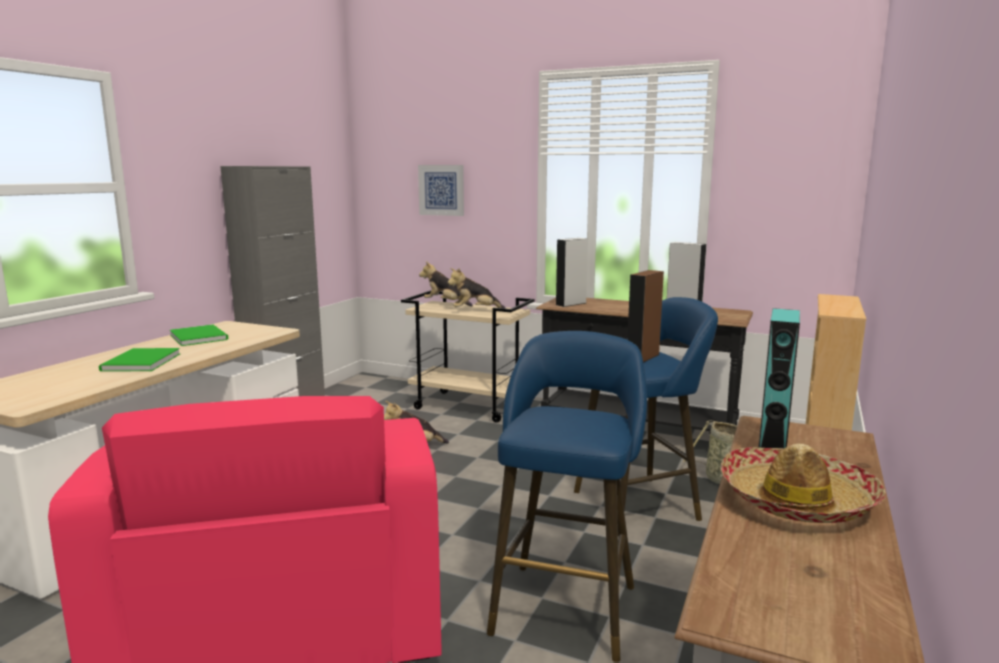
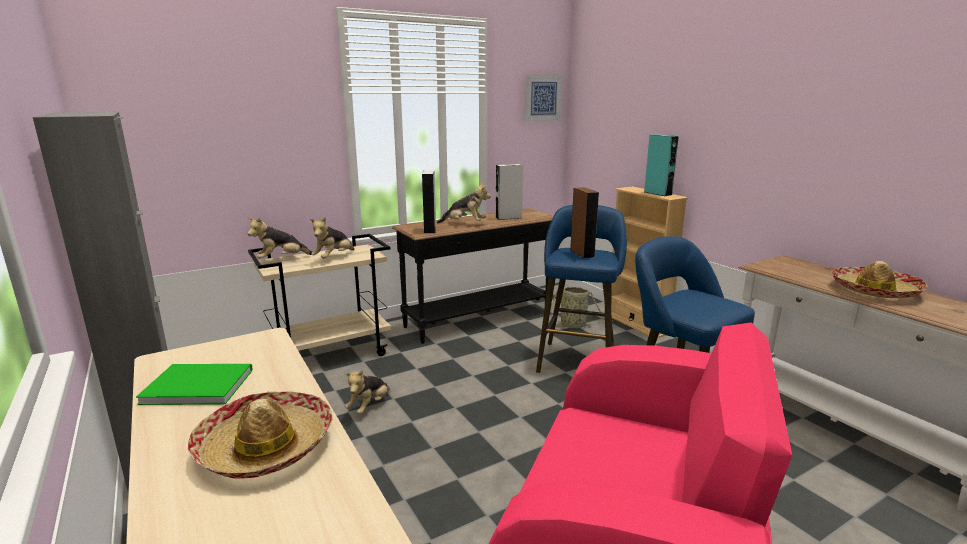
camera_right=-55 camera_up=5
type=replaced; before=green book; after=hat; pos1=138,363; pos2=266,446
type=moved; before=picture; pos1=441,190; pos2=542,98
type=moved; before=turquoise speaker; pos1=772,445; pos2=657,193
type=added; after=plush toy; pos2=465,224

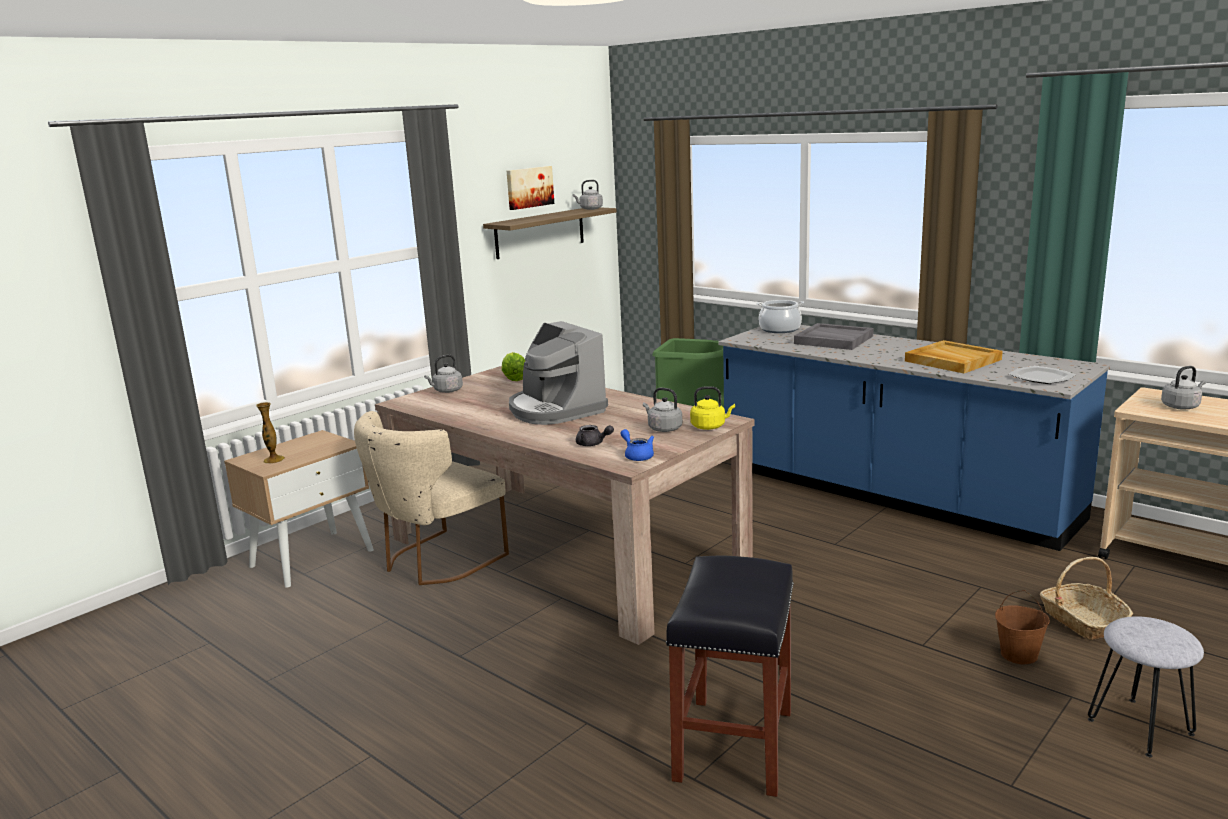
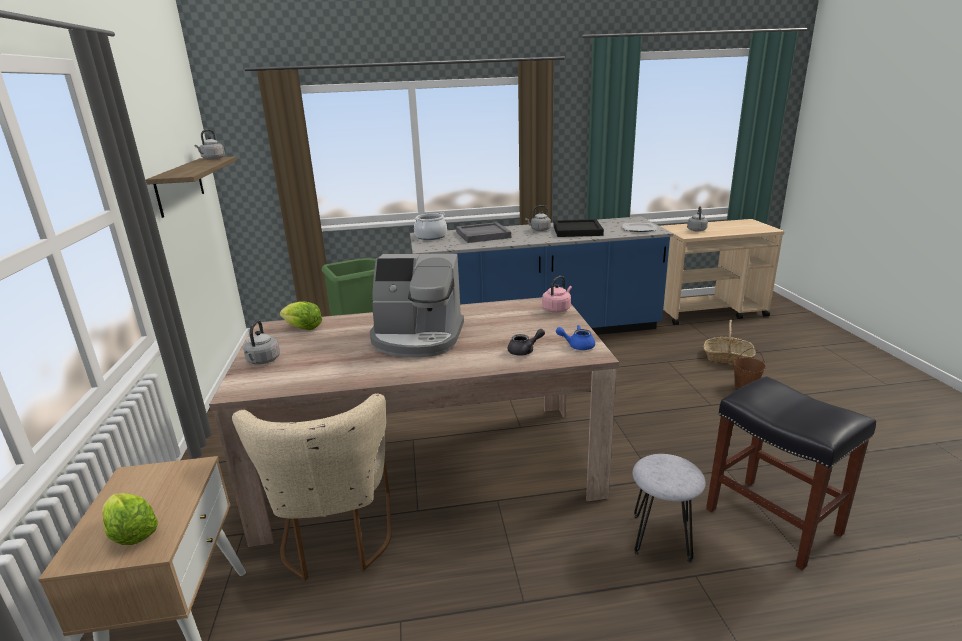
camera_right=-50 camera_up=5
type=replaced; before=vase; after=lettuce; pos1=274,459; pos2=132,533
type=removed; before=picture; pos1=529,187
type=moved; before=grey kettle; pos1=663,429; pos2=539,230
type=recoloured; before=yellow kettle; after=pink kettle; pos1=710,427; pos2=557,309
type=recoloured; before=beige tray; after=black tray; pos1=951,360; pos2=577,231
type=moved; before=grey stool; pos1=1141,727; pos2=662,538

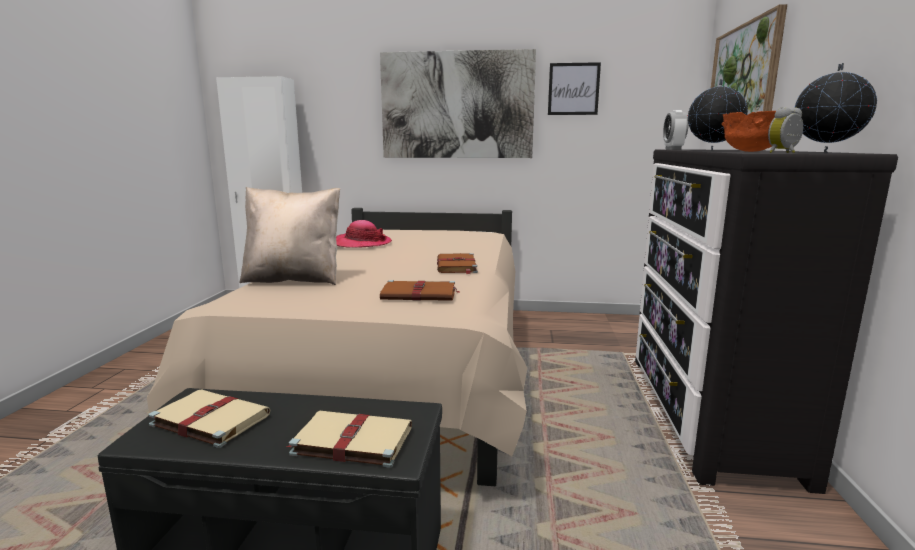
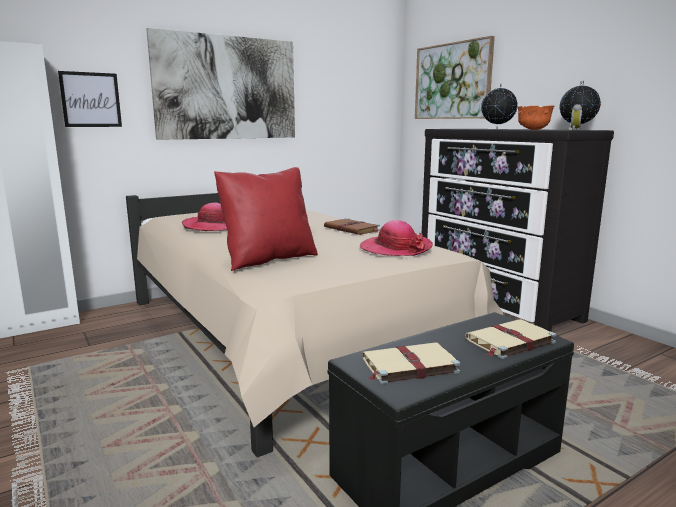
camera_right=-40 camera_up=0
type=recoloured; before=beige pillow; after=red pillow; pos1=294,279; pos2=268,259
type=replaced; before=brown book; after=hat; pos1=420,294; pos2=395,249
type=moved; before=picture; pos1=573,89; pos2=91,100
type=removed; before=alarm clock; pos1=673,149

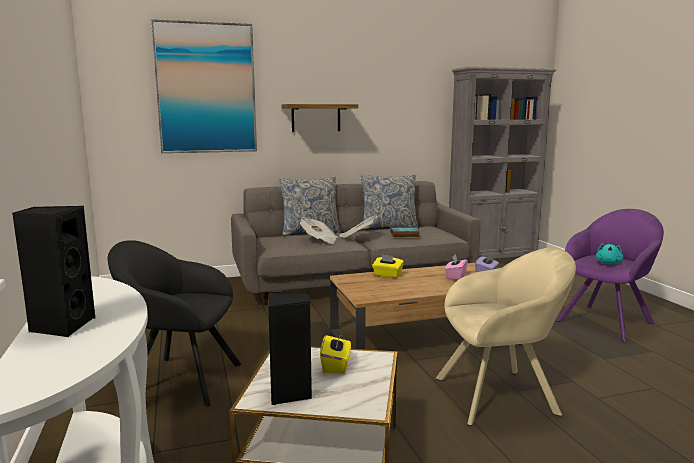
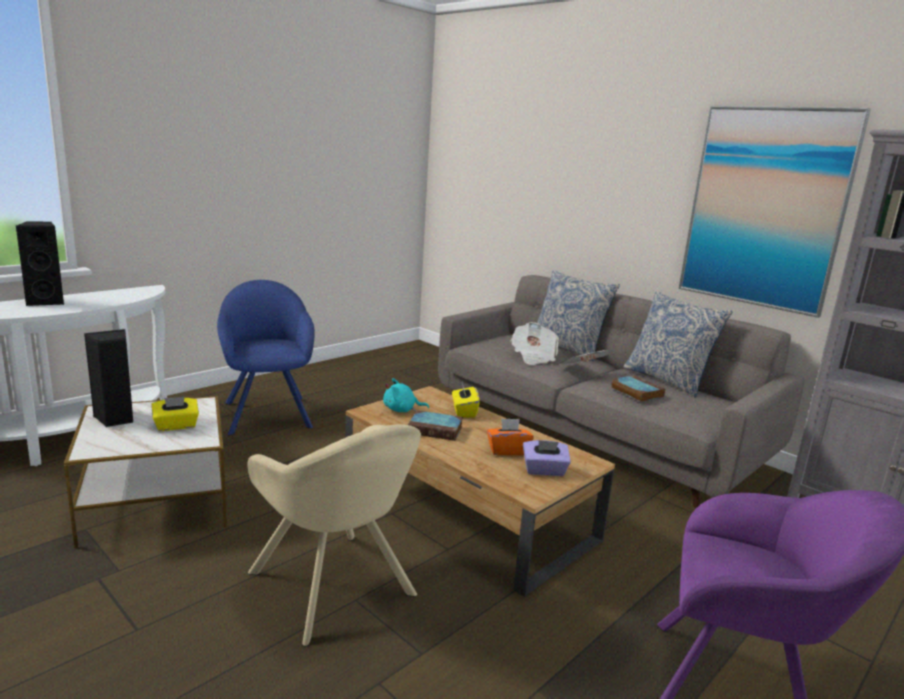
camera_right=60 camera_up=5
type=recoloured; before=black armchair; after=blue armchair; pos1=178,379; pos2=267,412
type=moved; before=picture; pos1=206,88; pos2=765,208
type=removed; before=shelf; pos1=316,118
type=recoloured; before=pink tissue box; after=orange tissue box; pos1=455,277; pos2=508,450
type=moved; before=turquoise plush toy; pos1=608,263; pos2=402,410
type=added; after=book; pos2=436,430

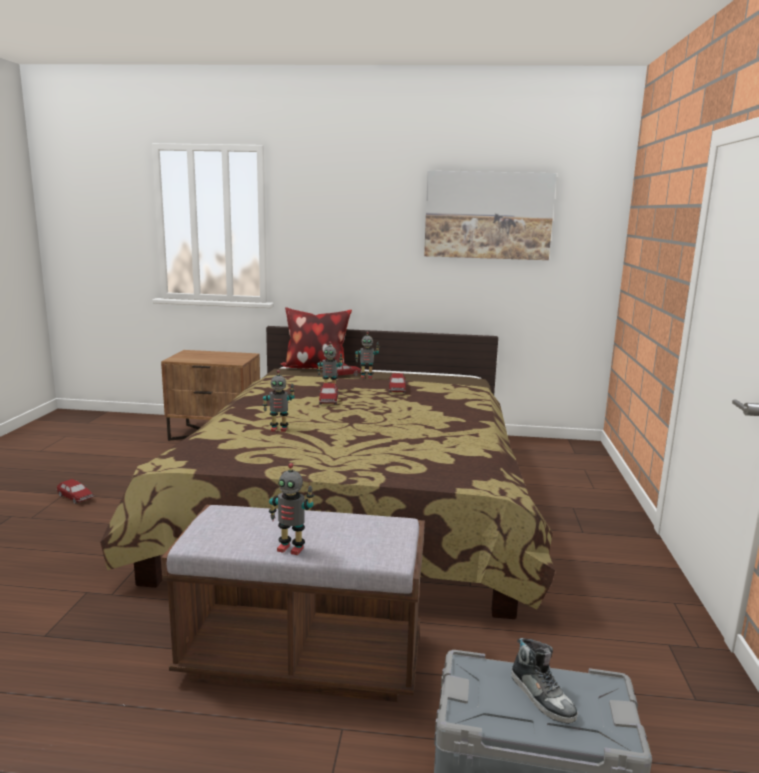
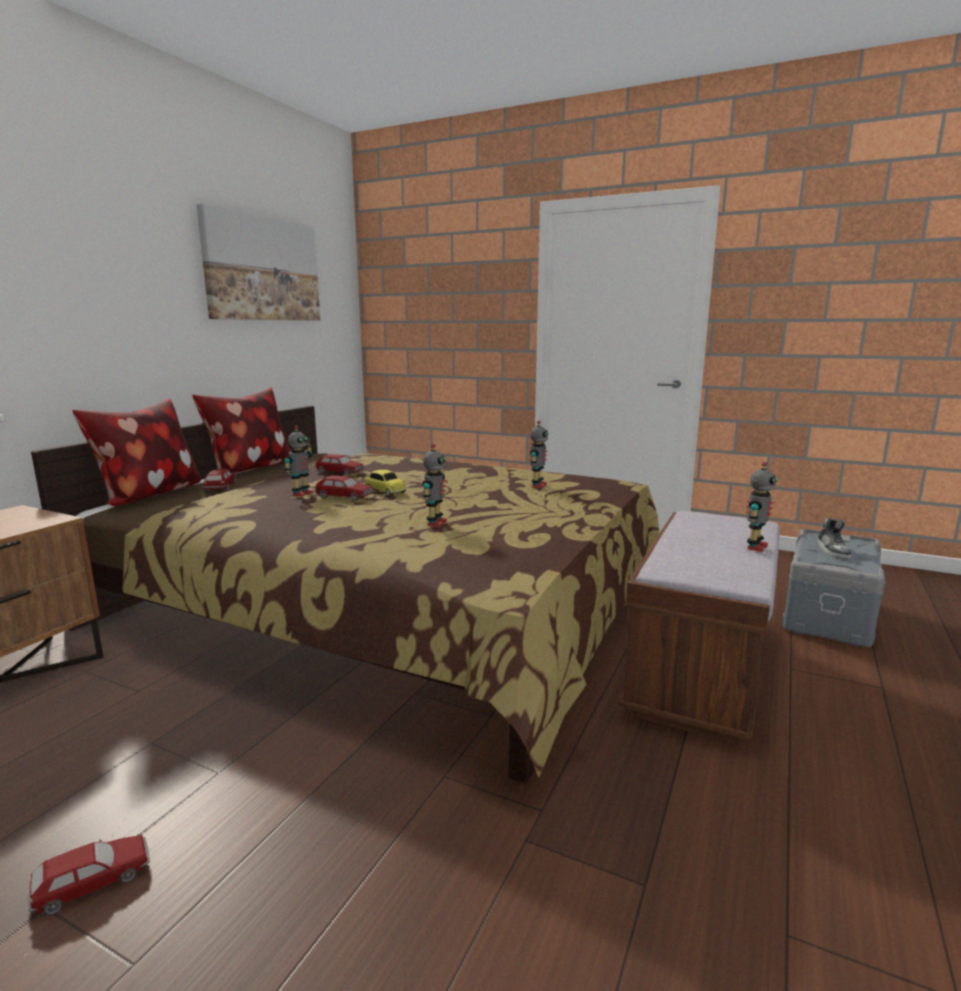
camera_right=-70 camera_up=0
type=moved; before=toy robot; pos1=366,377; pos2=537,485
type=turned; before=shoe; pos1=542,696; pos2=833,550; turn=105
type=added; after=pillow; pos2=249,469
type=added; after=toy car; pos2=385,491

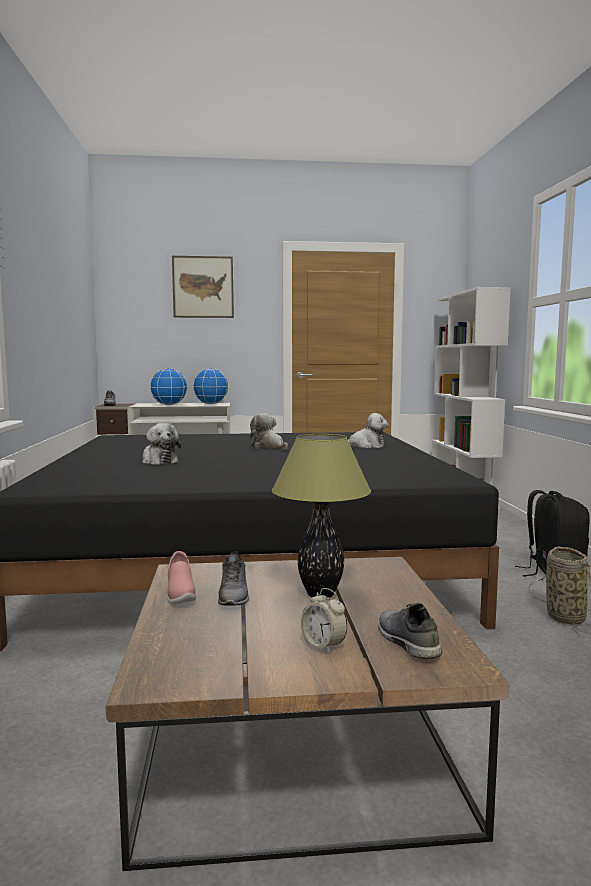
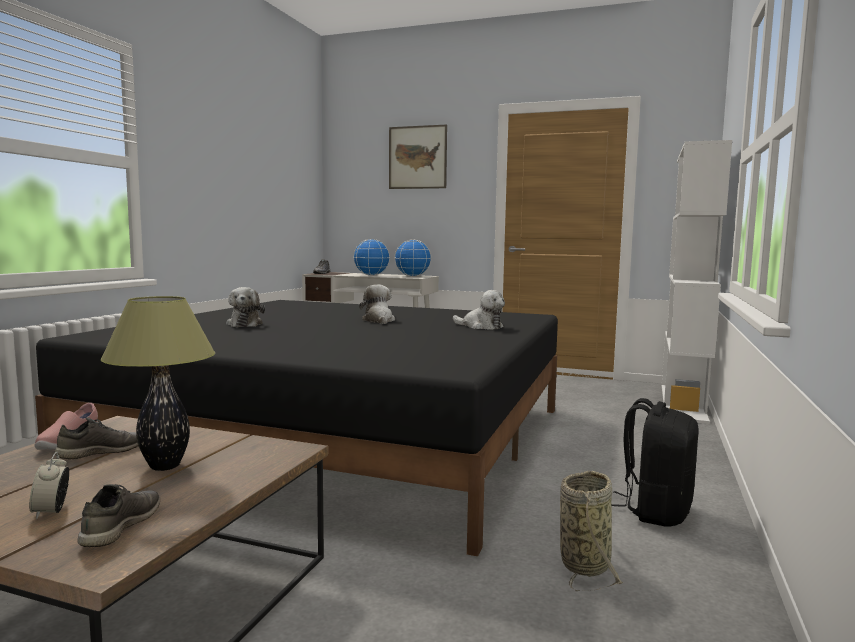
camera_right=25 camera_up=0
type=turned; before=grey shoe; pos1=234,595; pos2=102,451; turn=-150

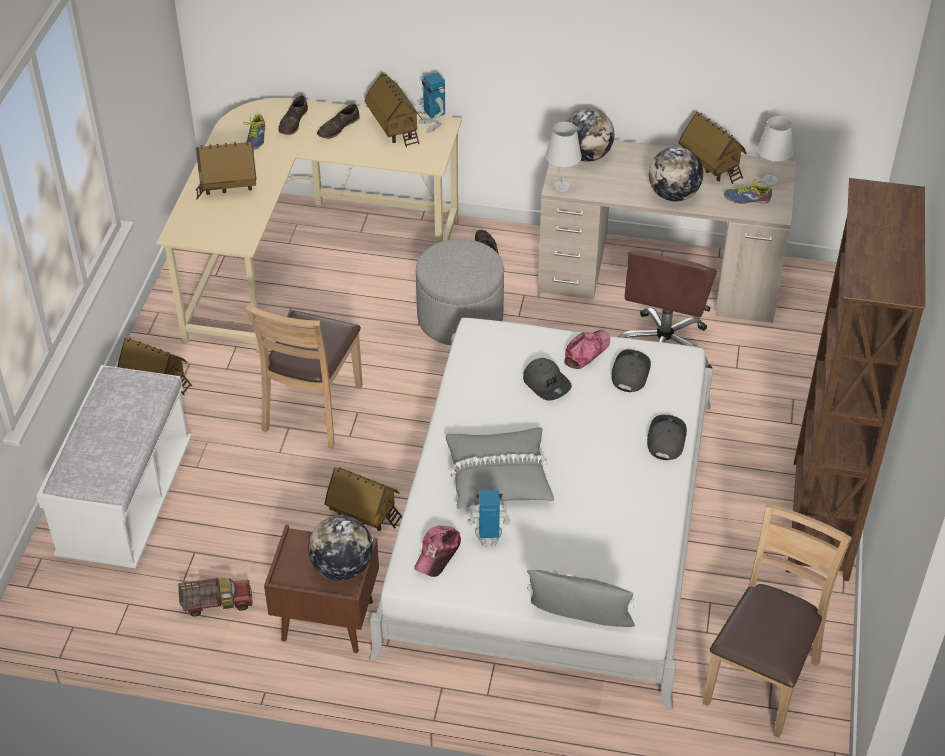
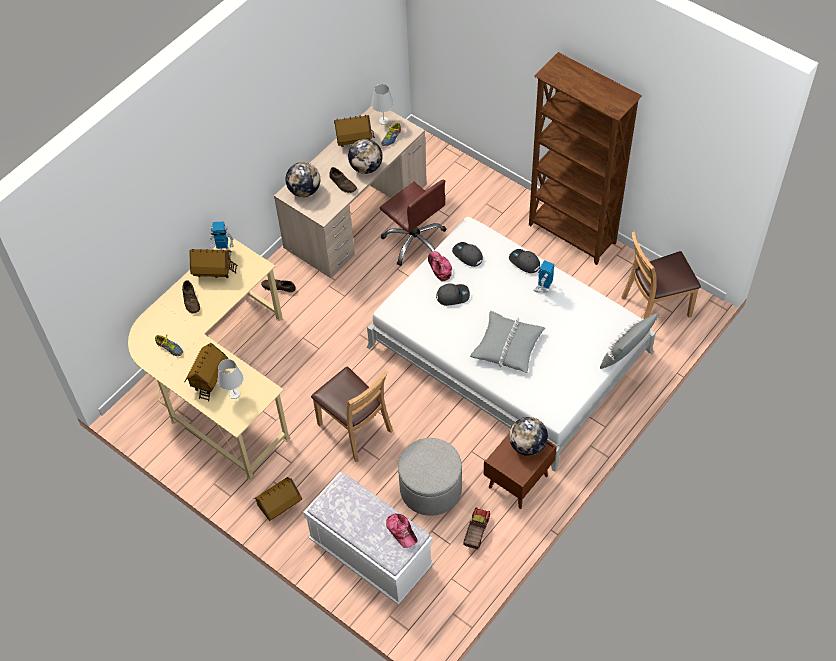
camera_right=-60 camera_up=10
type=moved; before=brown shoe; pos1=293,122; pos2=343,183
type=removed; before=toy house; pos1=364,515
type=moved; before=cap; pos1=438,554; pos2=401,531
type=moved; before=grey ottoman; pos1=460,318; pos2=430,488
type=moved; before=toy robot; pos1=488,538; pos2=543,288
type=moved; before=white table lamp; pos1=561,186; pos2=234,394
type=turned; before=brown chair; pos1=761,680; pos2=655,308; turn=-75

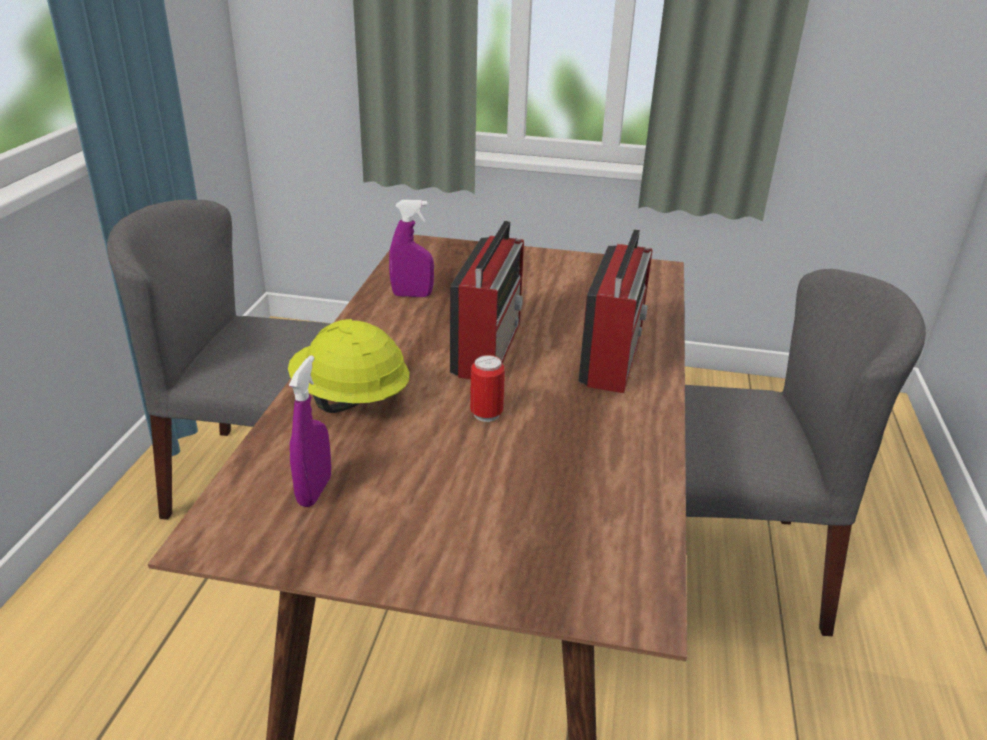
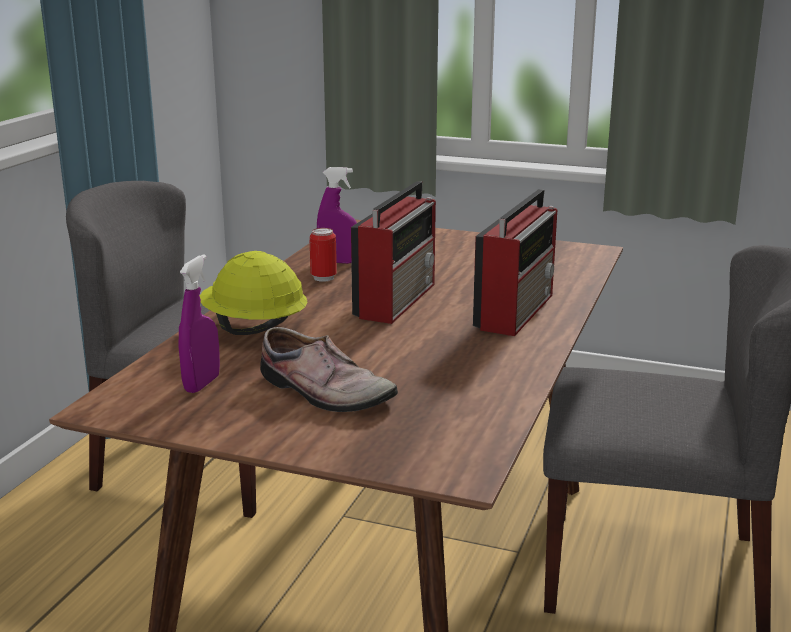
camera_right=10 camera_up=-10
type=moved; before=can; pos1=486,414; pos2=323,278
type=added; after=shoe; pos2=322,393

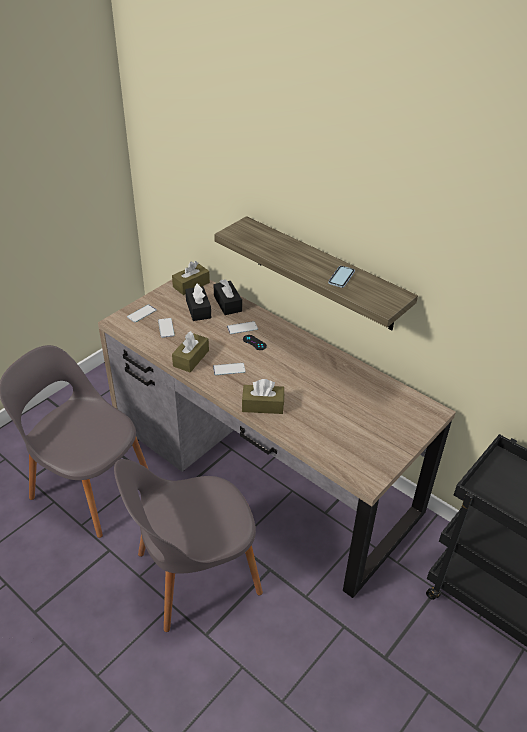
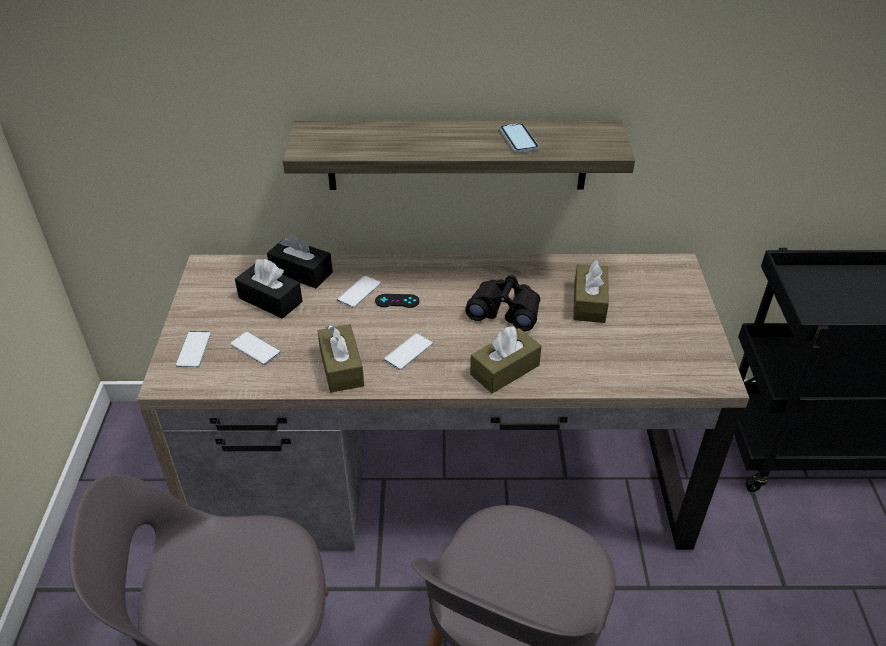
camera_right=-40 camera_up=0
type=moved; before=brown tissue box; pos1=191,285; pos2=589,302
type=added; after=black binoculars; pos2=505,310

